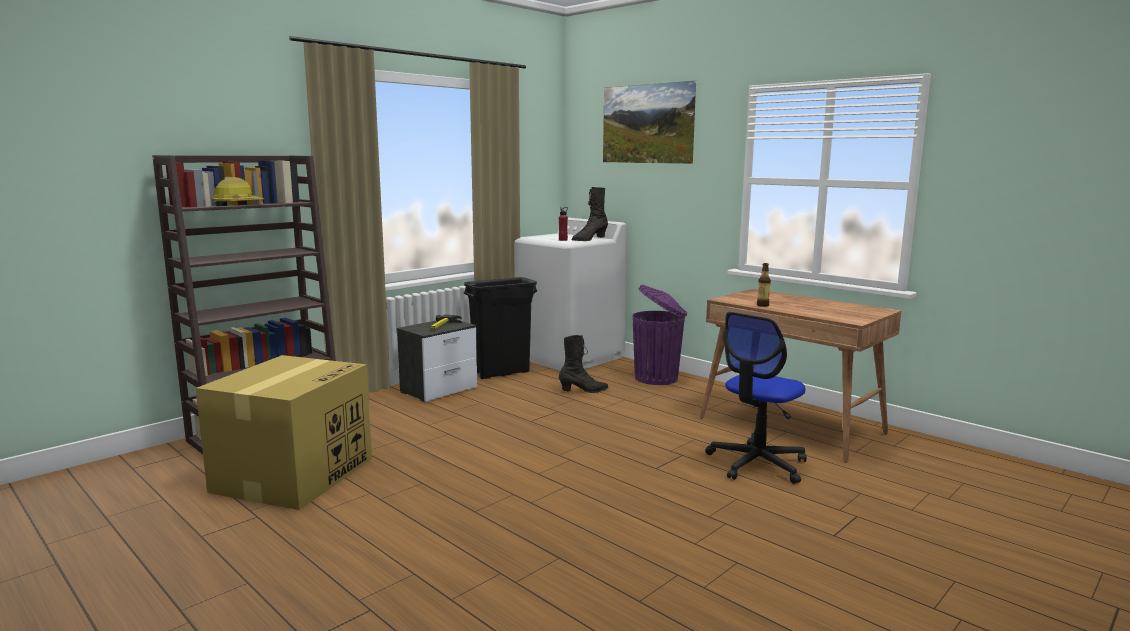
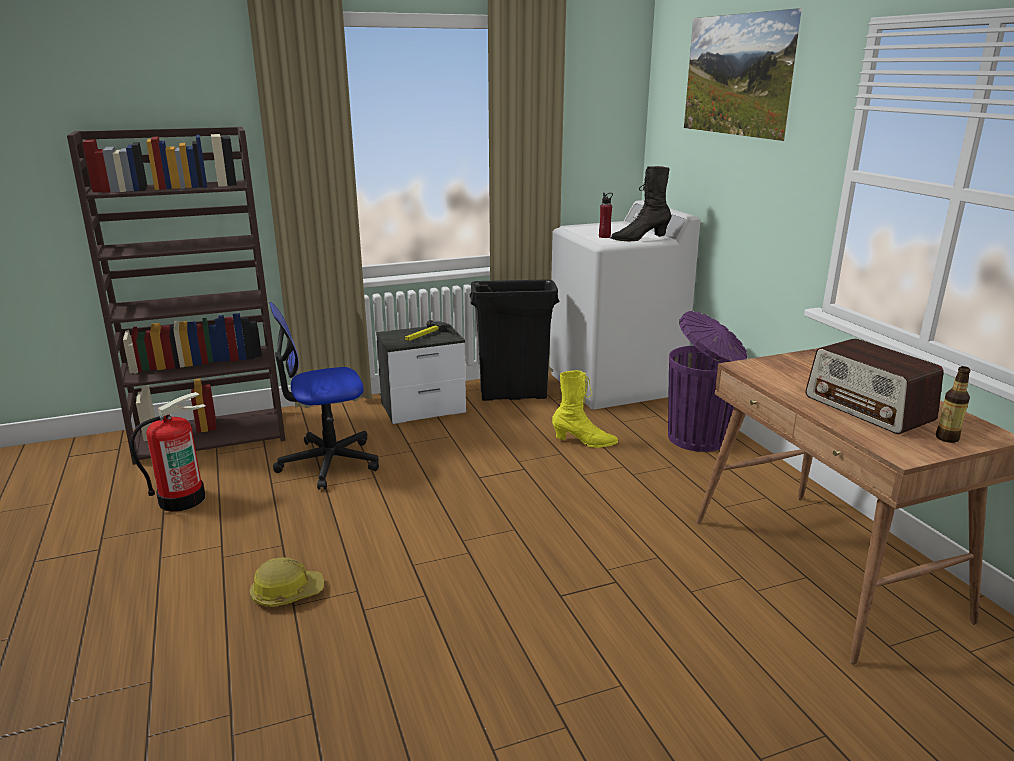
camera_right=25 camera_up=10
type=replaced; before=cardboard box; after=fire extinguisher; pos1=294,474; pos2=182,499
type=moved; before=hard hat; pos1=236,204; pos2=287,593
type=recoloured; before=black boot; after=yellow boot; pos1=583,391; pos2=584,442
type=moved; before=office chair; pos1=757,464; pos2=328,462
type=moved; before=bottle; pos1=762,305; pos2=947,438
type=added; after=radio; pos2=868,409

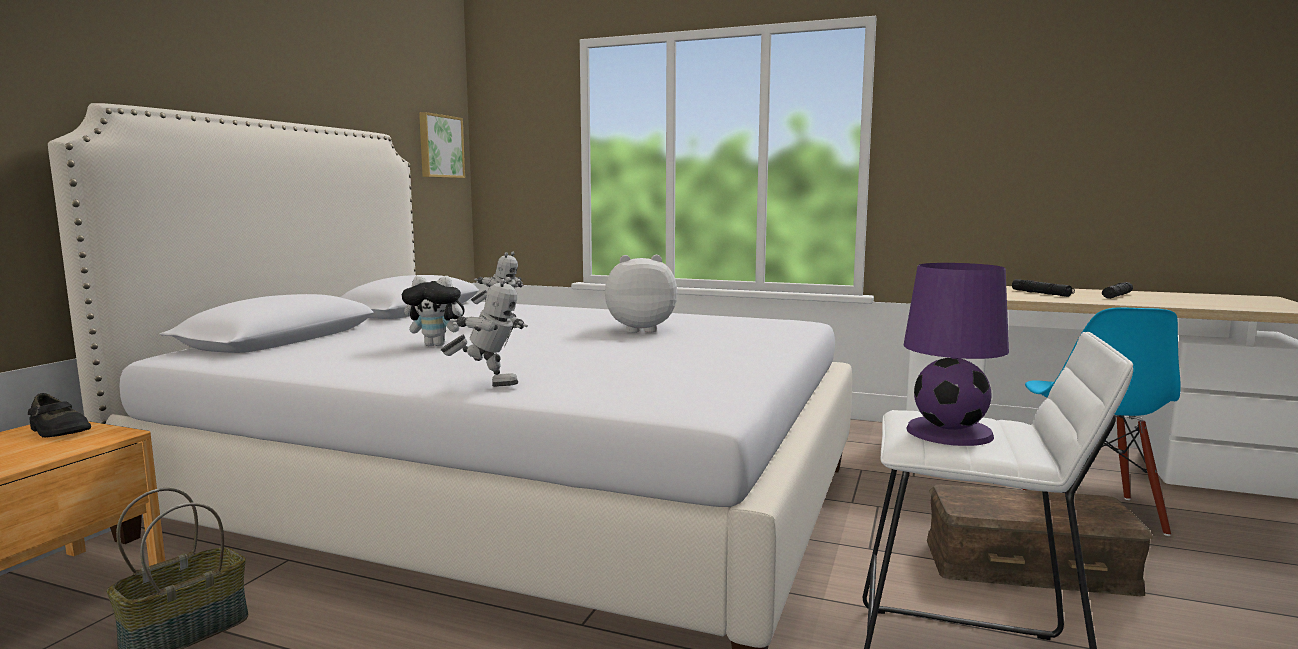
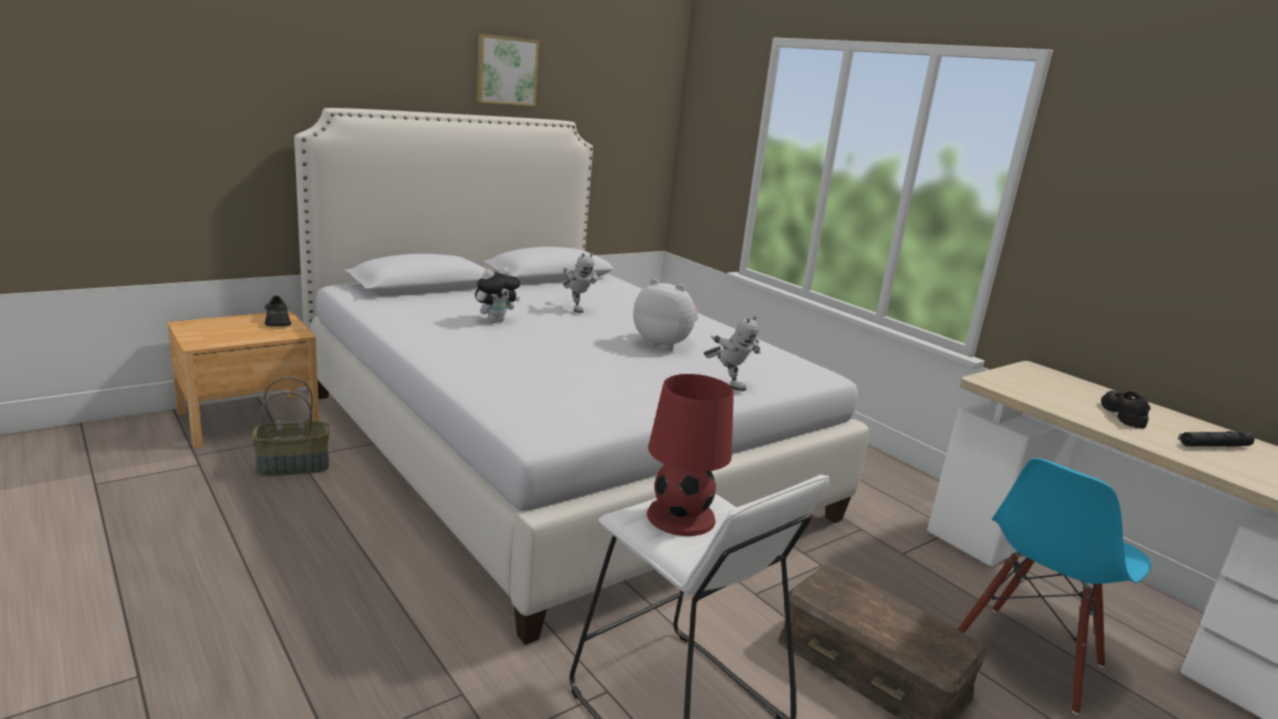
camera_right=30 camera_up=10
type=turned; before=plush toy; pos1=437,345; pos2=496,320; turn=-75
type=moved; before=picture; pos1=440,146; pos2=506,70
type=moved; before=toy robot; pos1=488,383; pos2=728,384
type=recoloured; before=purple table lamp; after=red table lamp; pos1=948,432; pos2=680,516
type=replaced; before=black flashlight; after=black shoe; pos1=1041,293; pos2=1124,415

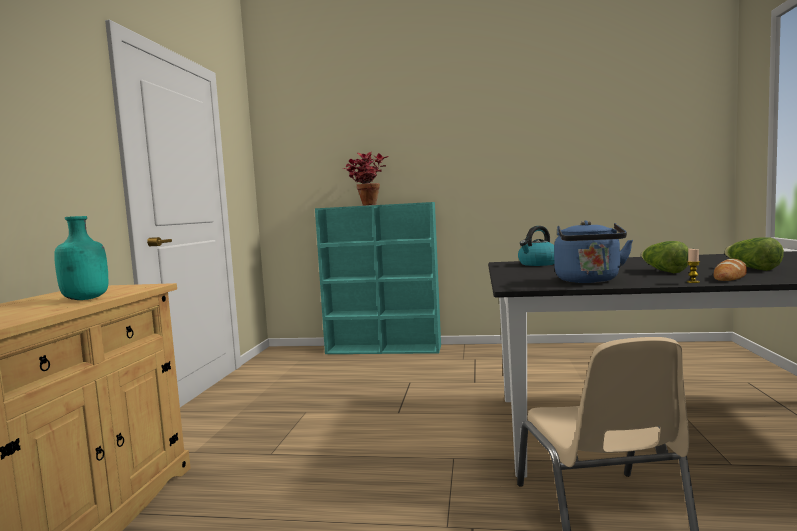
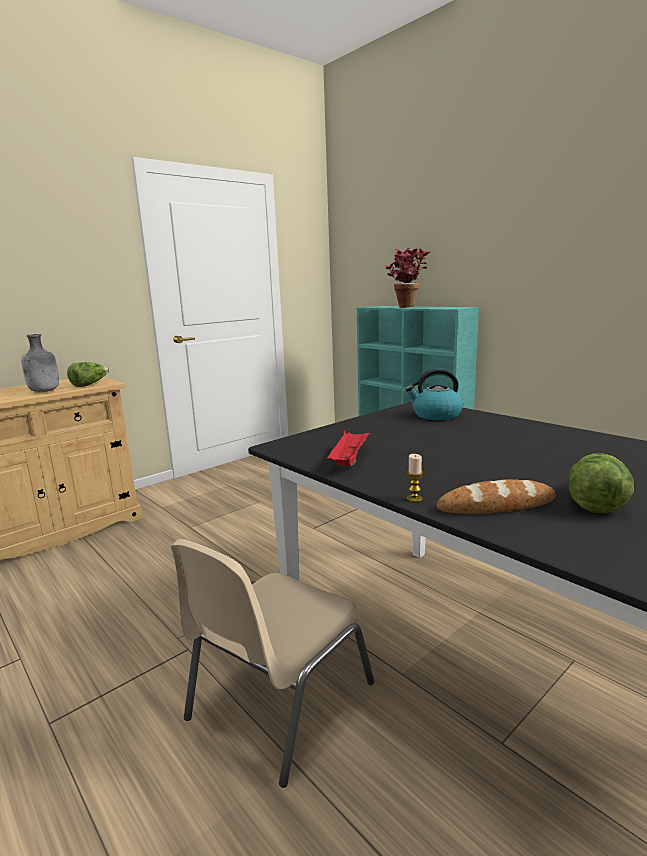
camera_right=40 camera_up=10
type=recoloured; before=turquoise bottle; after=grey bottle; pos1=87,299; pos2=45,391
type=replaced; before=blue kettle; after=red tray; pos1=589,281; pos2=349,460
type=moved; before=lettuce; pos1=663,271; pos2=90,384

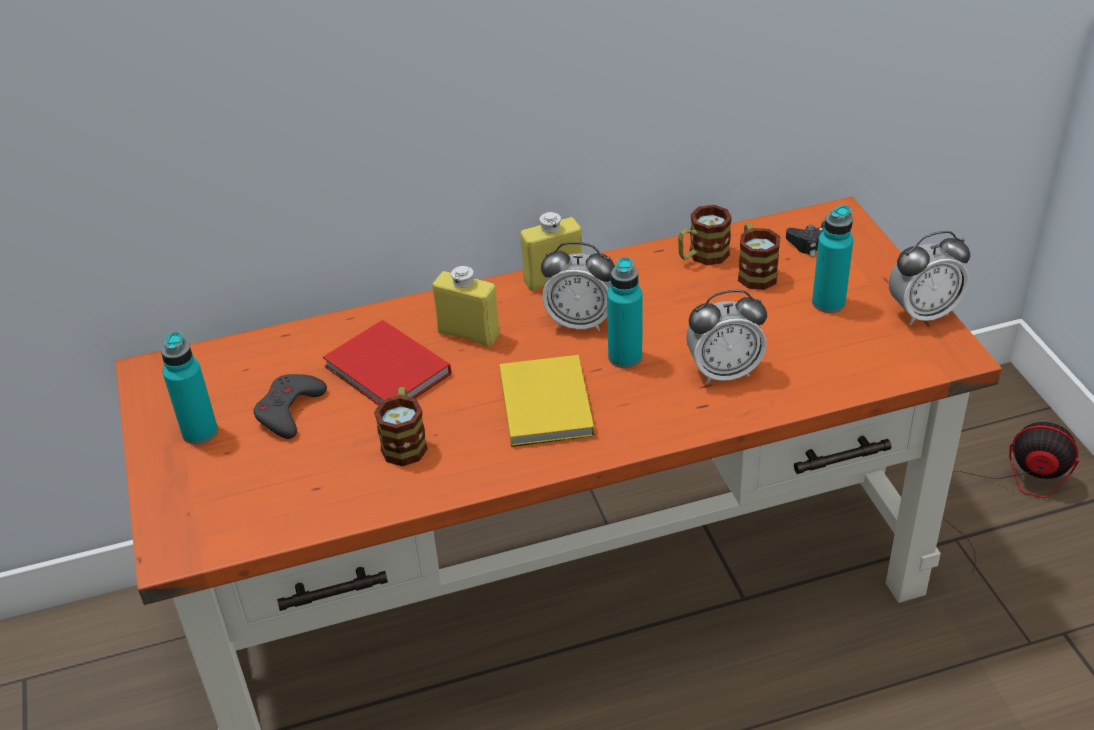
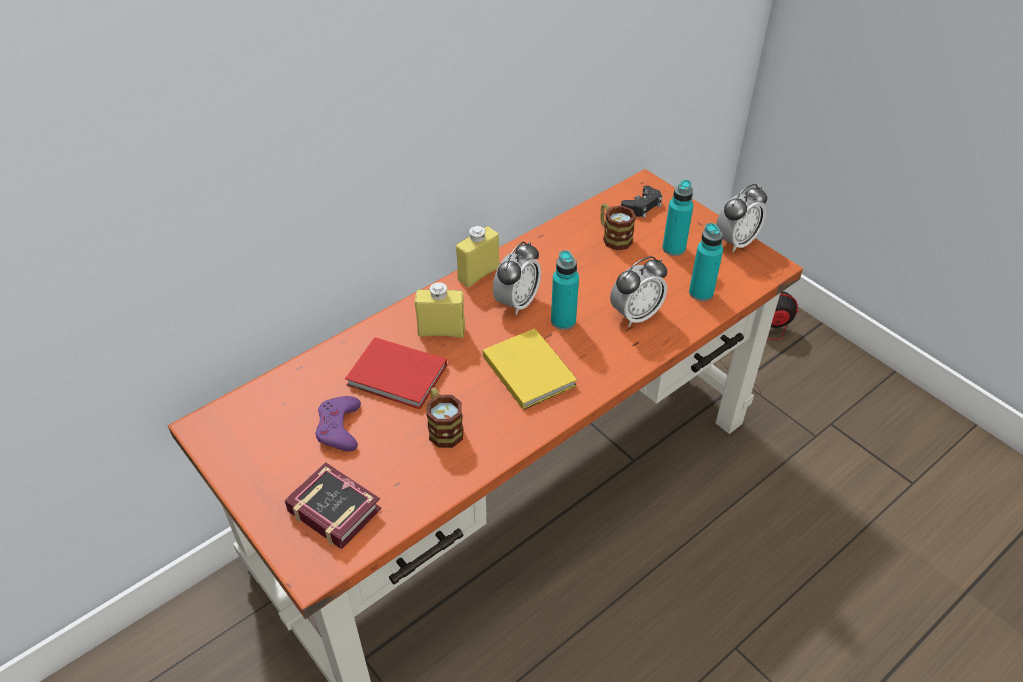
camera_right=-25 camera_up=5
type=moved; before=turquoise bottle; pos1=200,432; pos2=701,293
type=recoloured; before=grey game controller; after=purple game controller; pos1=289,410; pos2=339,428
type=turned; before=alarm clock; pos1=580,322; pos2=517,302; turn=-45
type=removed; before=mug; pos1=702,256
type=added; after=book; pos2=333,507

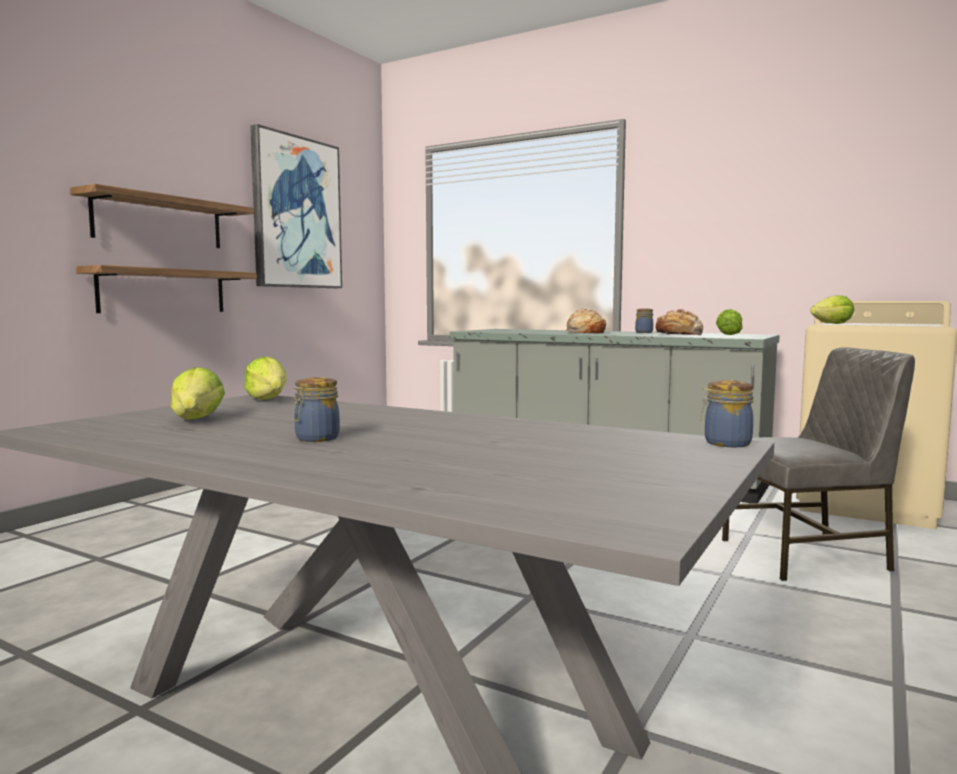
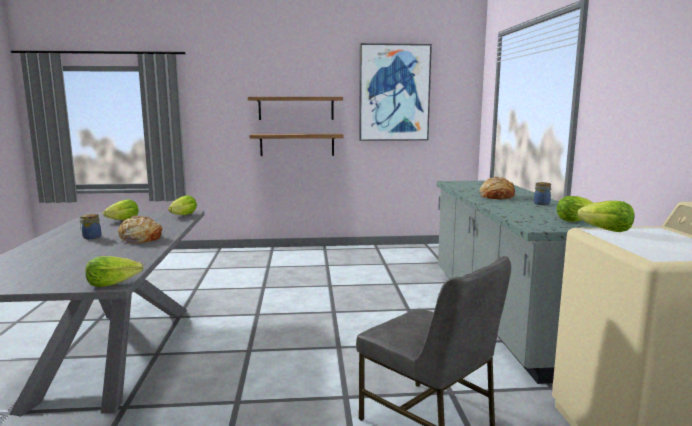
camera_right=55 camera_up=5
type=moved; before=bread; pos1=678,335; pos2=139,238
type=replaced; before=jar; after=lettuce; pos1=725,443; pos2=113,283

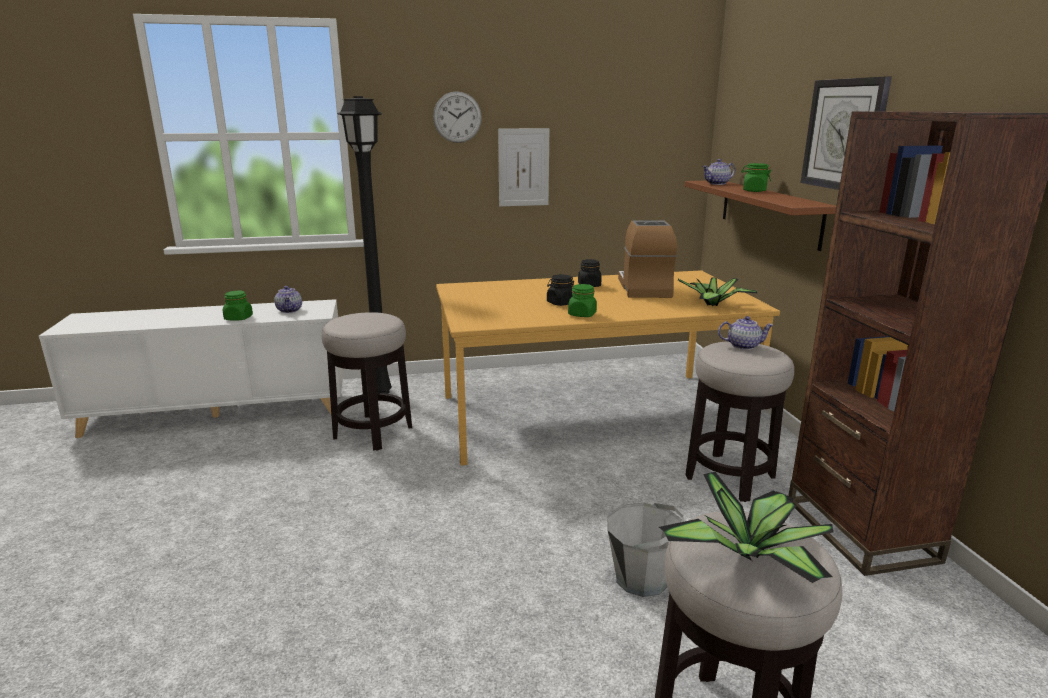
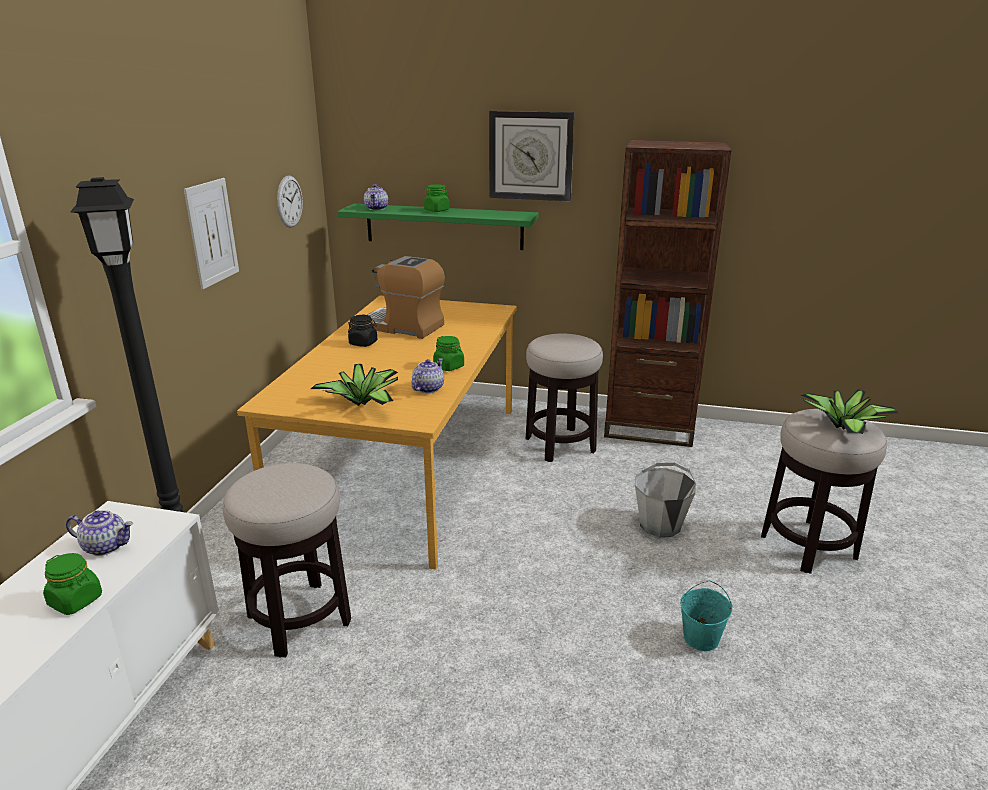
camera_right=-65 camera_up=5
type=moved; before=wall clock; pos1=457,117; pos2=289,201
type=removed; before=black jar; pos1=560,303
type=moved; before=potted plant; pos1=713,305; pos2=363,403
type=recoloured; before=brown shelf; after=green shelf; pos1=769,212; pos2=444,226
type=moved; before=teapot; pos1=743,346; pos2=428,388
type=added; after=turquoise bucket; pos2=701,638

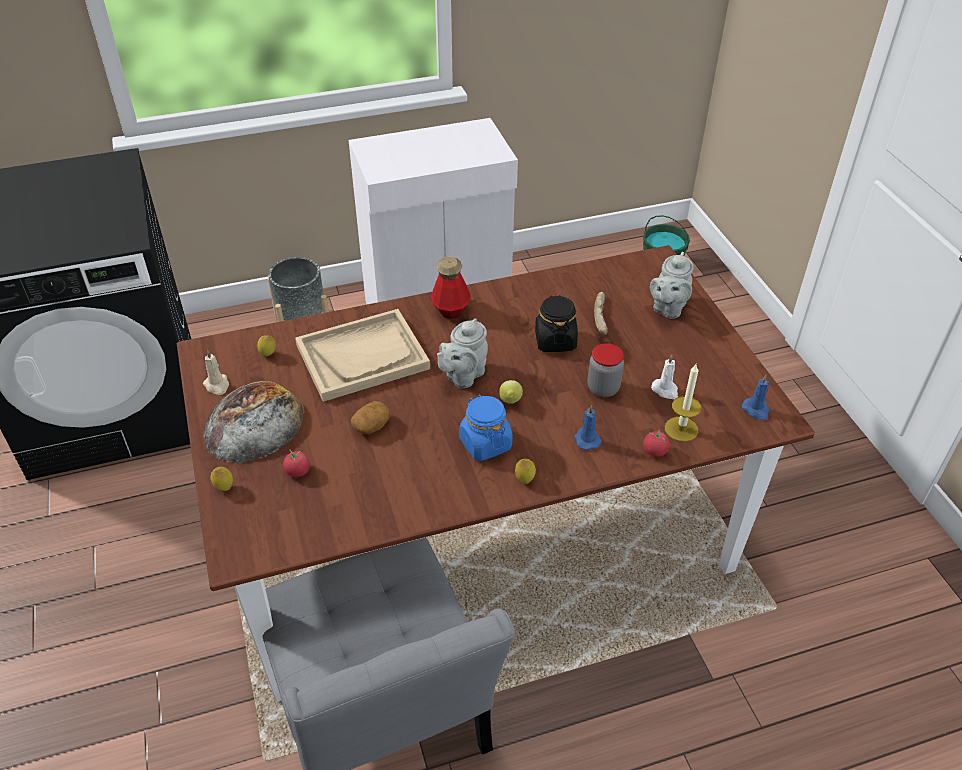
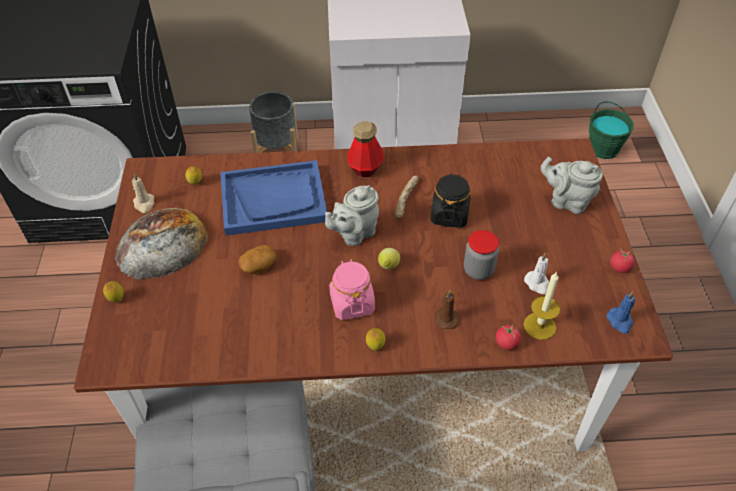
camera_right=15 camera_up=5
type=moved; before=tomato; pos1=298,471; pos2=619,267
type=recoloured; before=beige tray; after=blue tray; pos1=362,357; pos2=273,199
type=recoloured; before=blue jar; after=pink jar; pos1=485,443; pos2=352,303
type=recoloured; before=blue candle; after=brown candle; pos1=586,439; pos2=446,318
type=moved; before=bread; pos1=602,318; pos2=407,201
type=turned; before=grey teapot; pos1=668,308; pos2=567,201; turn=75

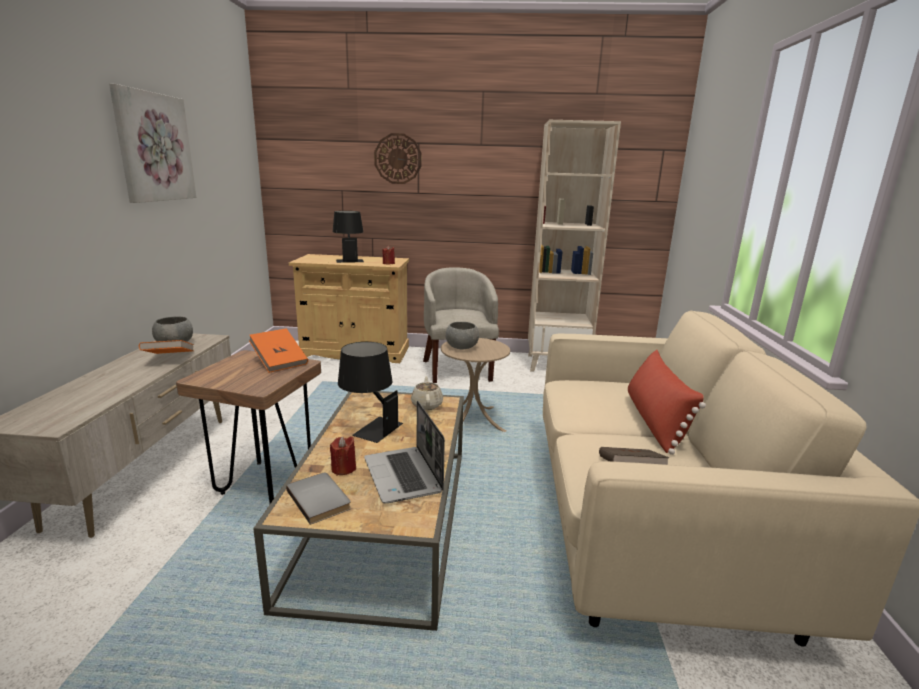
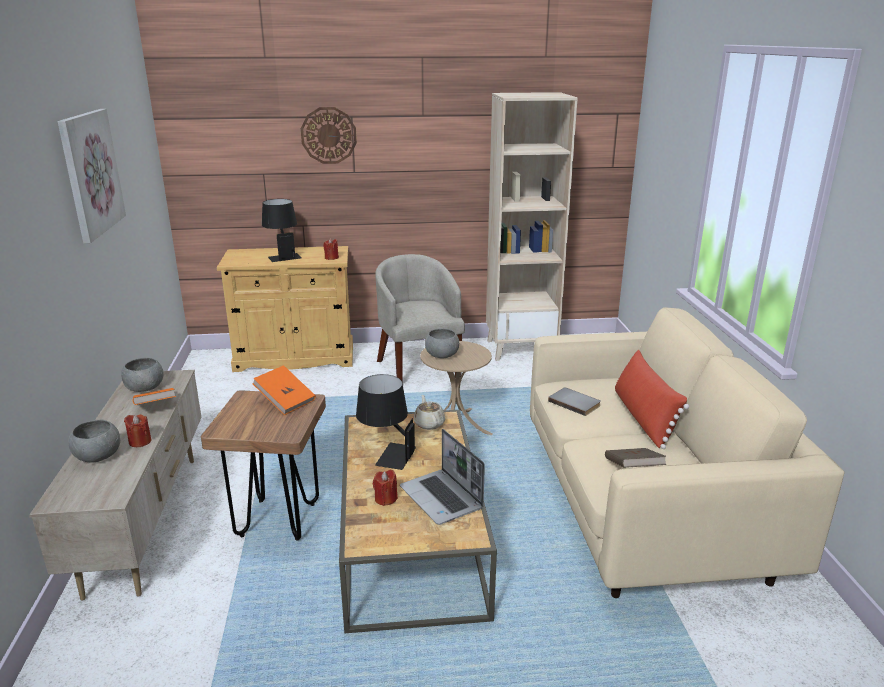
camera_right=-10 camera_up=5
type=moved; before=grey book; pos1=320,499; pos2=575,403
type=added; after=grey bowl; pos2=98,456
type=added; after=red candle; pos2=140,441

